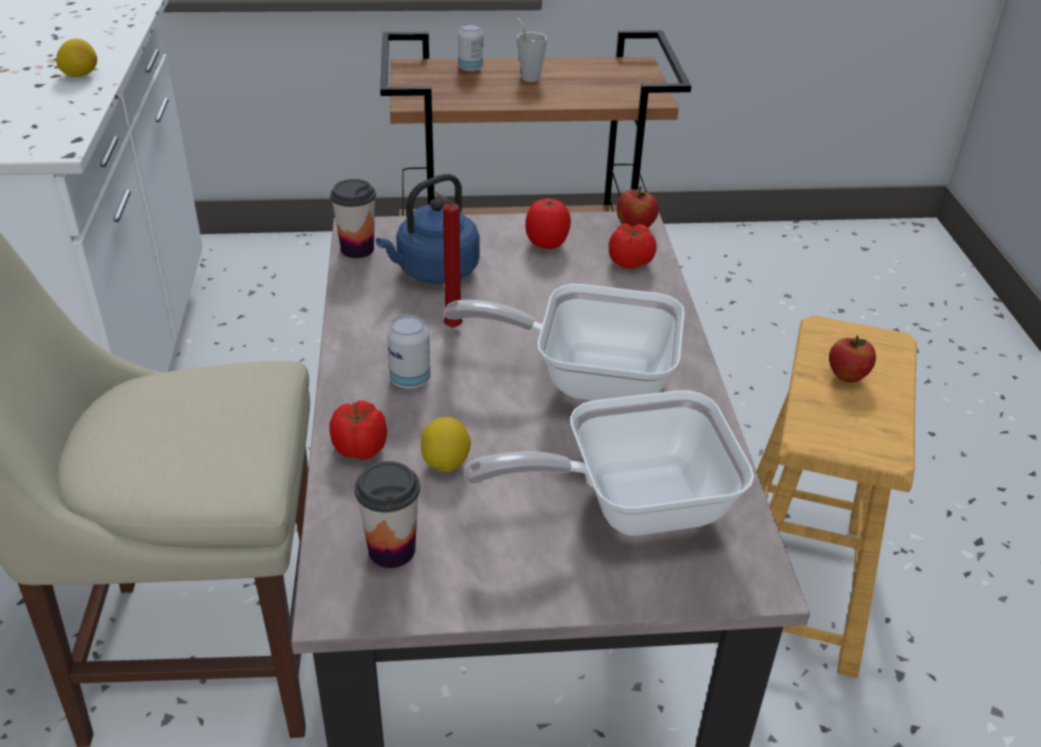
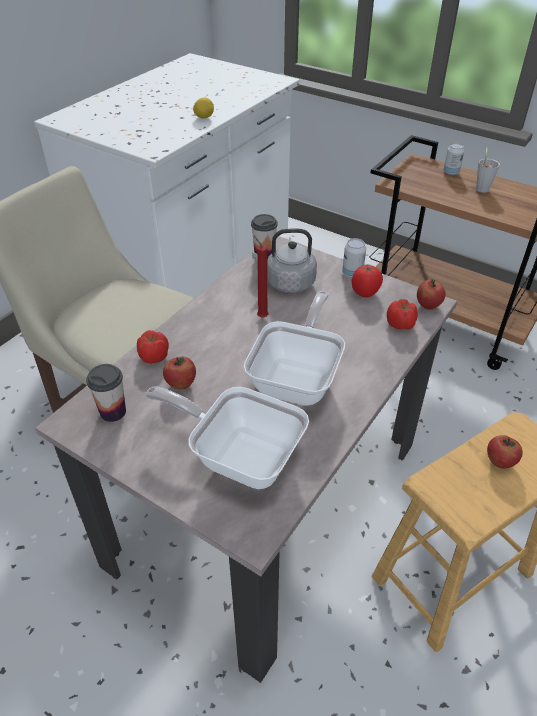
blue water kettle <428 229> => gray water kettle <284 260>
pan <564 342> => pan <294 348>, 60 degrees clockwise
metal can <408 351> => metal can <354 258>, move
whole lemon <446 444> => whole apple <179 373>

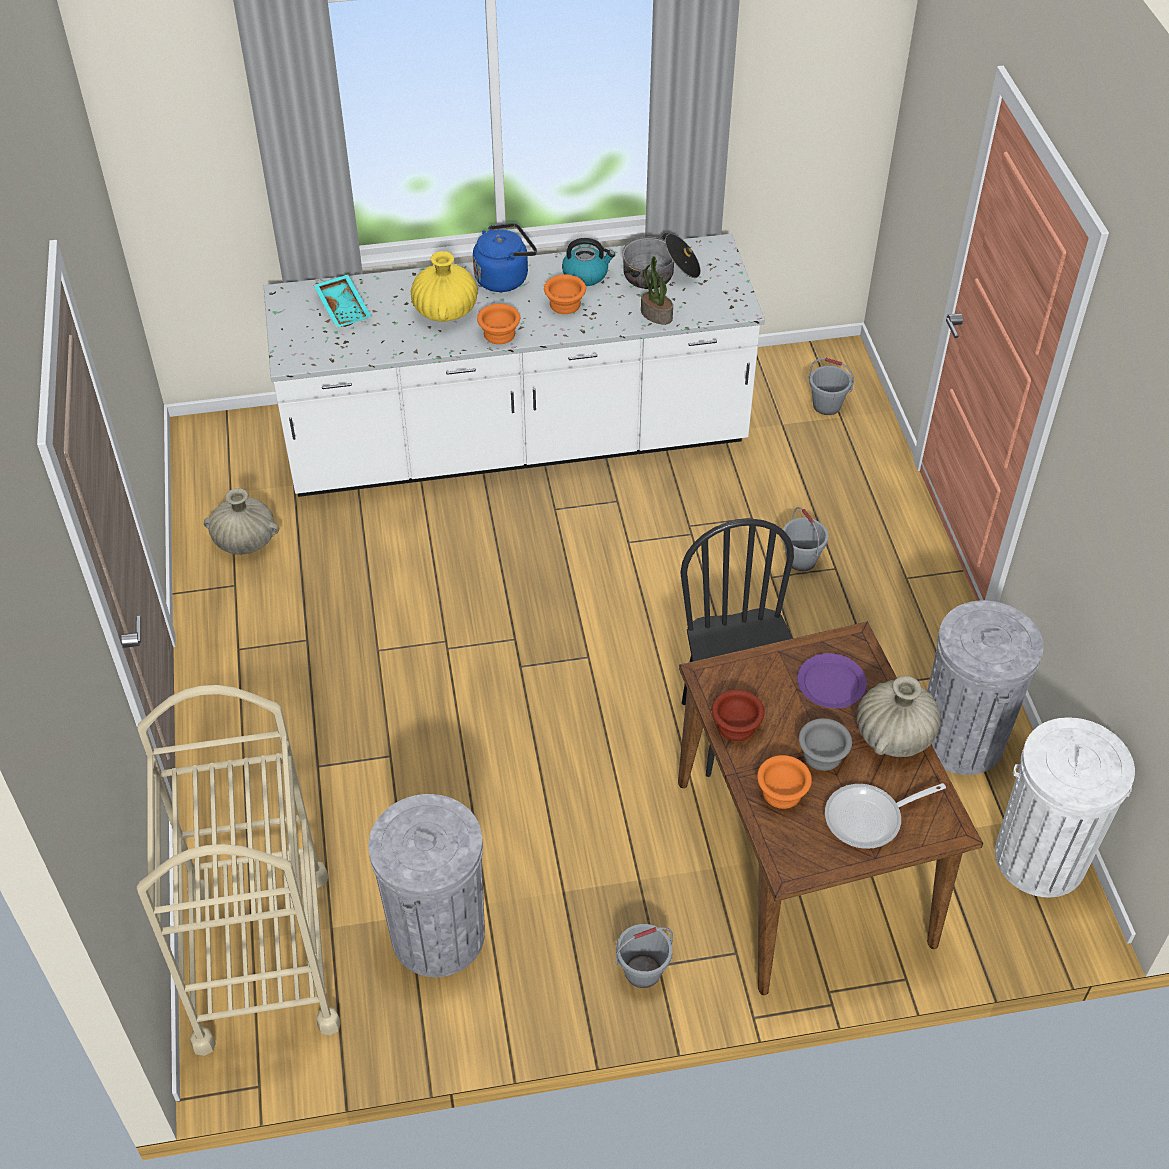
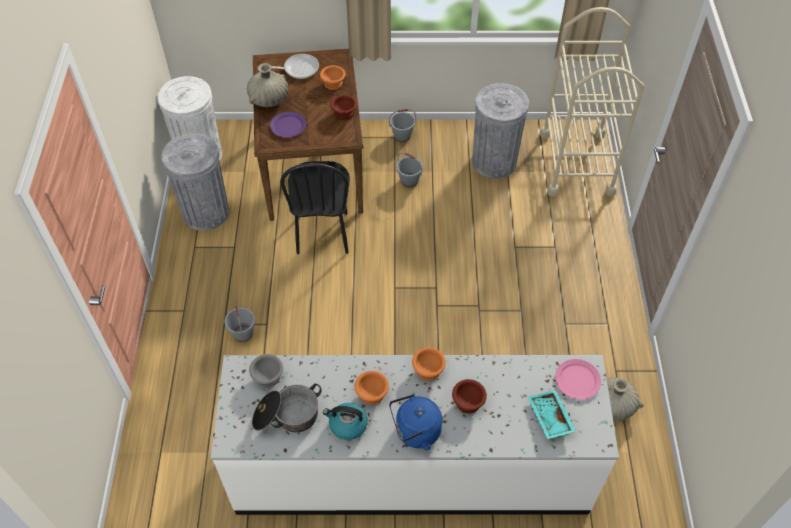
yellowish flower vase <444 286> => brown-coloured serving bowl <469 396>
plant in a pot <657 290> => nothing
gray bucket <831 386> => gray bucket <410 170>, move
gray serving bowl <825 744> => gray serving bowl <266 370>, move
nothing => pink-coloured flat dish <578 379>

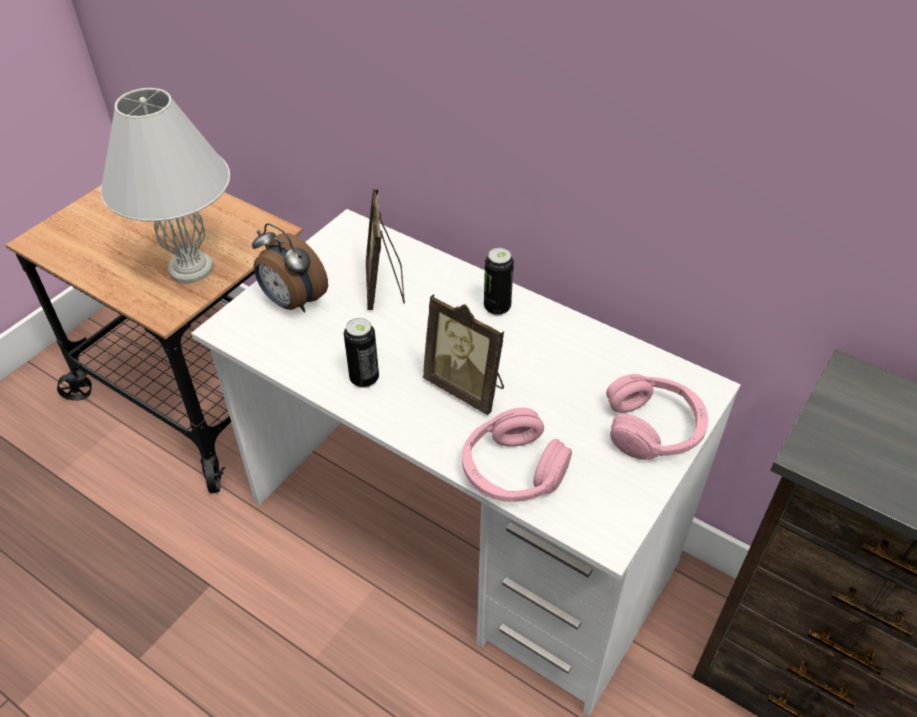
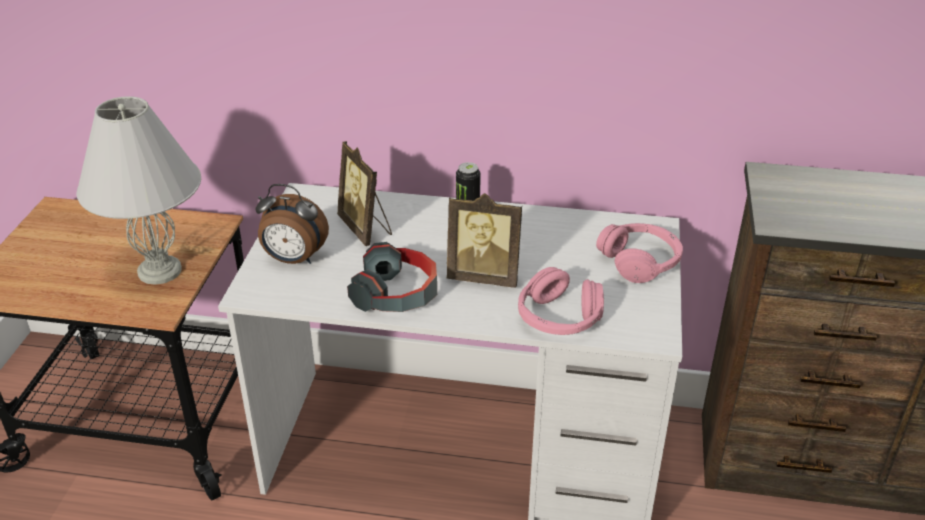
metal can <361 353> => headphones <392 277>

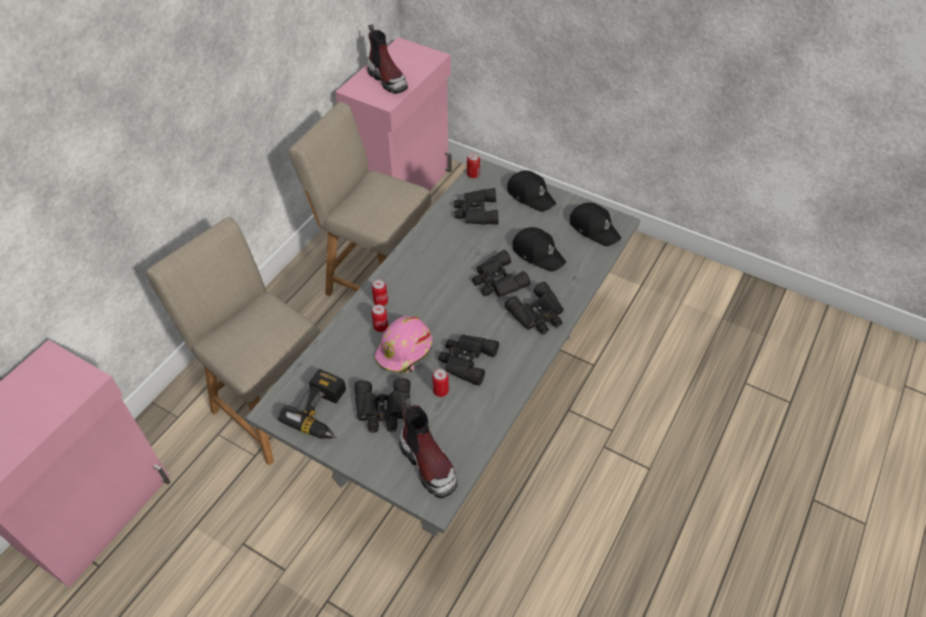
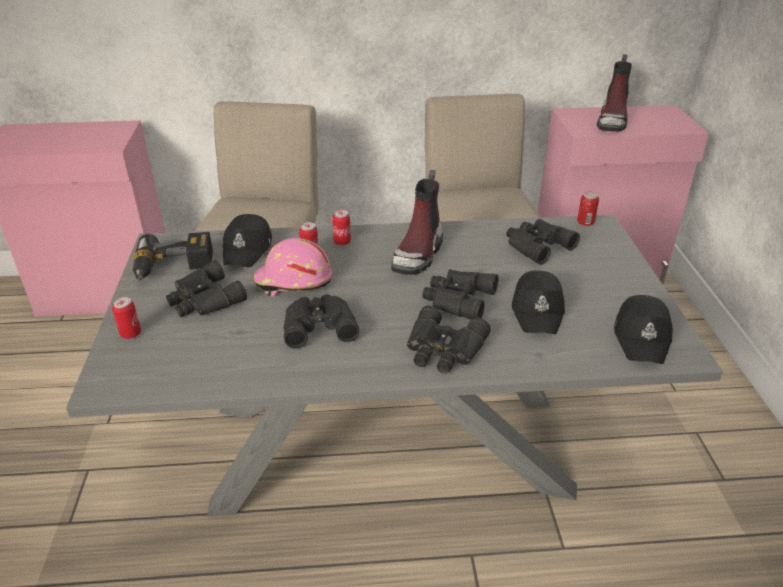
black cap <531 191> => black cap <247 240>, move
metal can <440 383> => metal can <126 318>, move
high-top boot <428 448> => high-top boot <417 222>, move

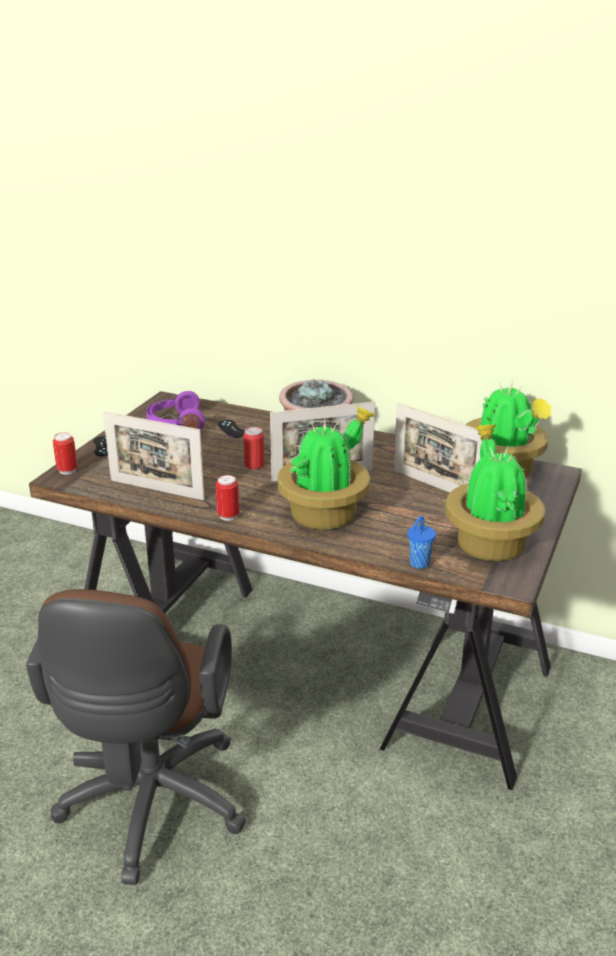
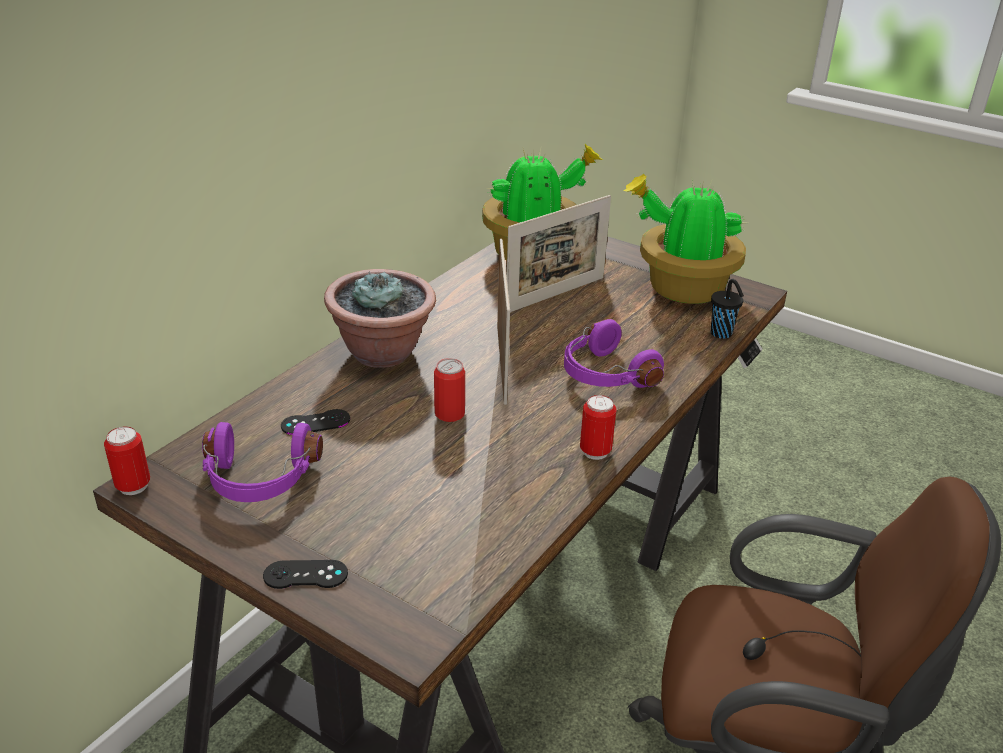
plant in a pot <325 468> => purple-coloured headphones <614 353>
photo frame <154 456> => nothing
metal can <65 453> => metal can <127 460>, move
blue small cup <422 542> => black small cup <727 309>

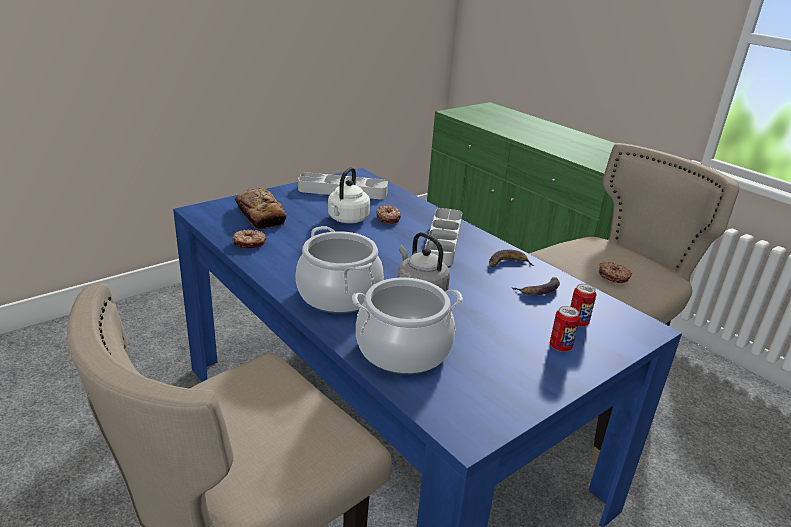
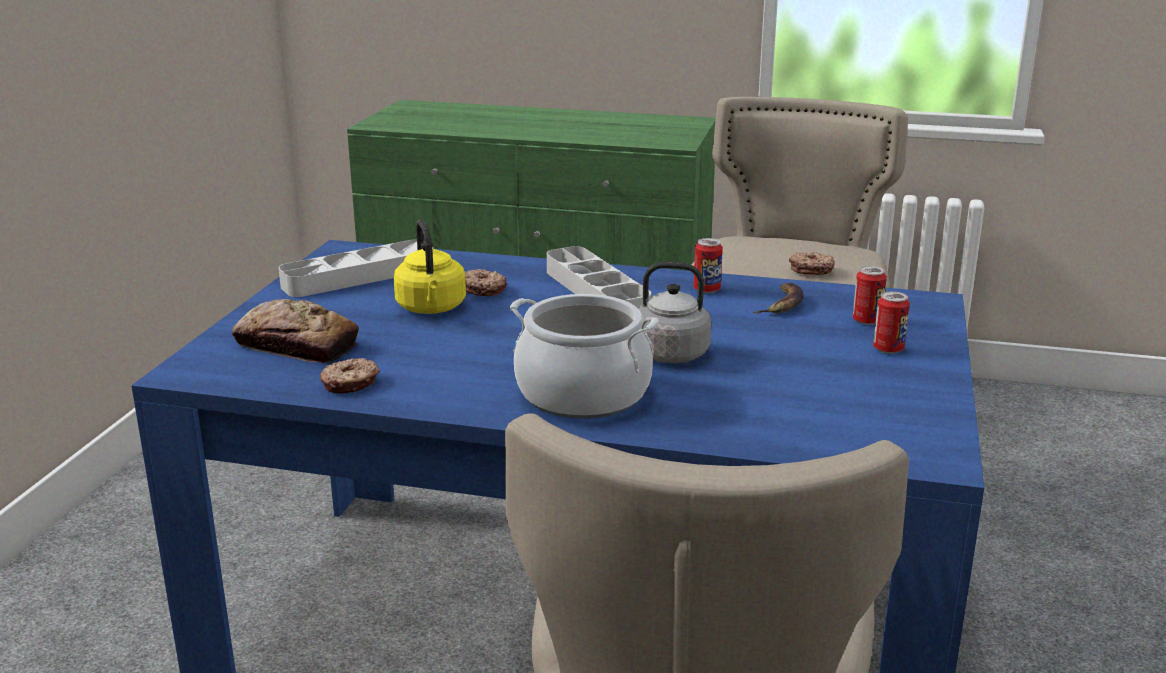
white-coloured water kettle <349 195> => yellowish water kettle <430 267>
whole banana <511 259> => metal can <708 265>
saucepot <407 325> => nothing

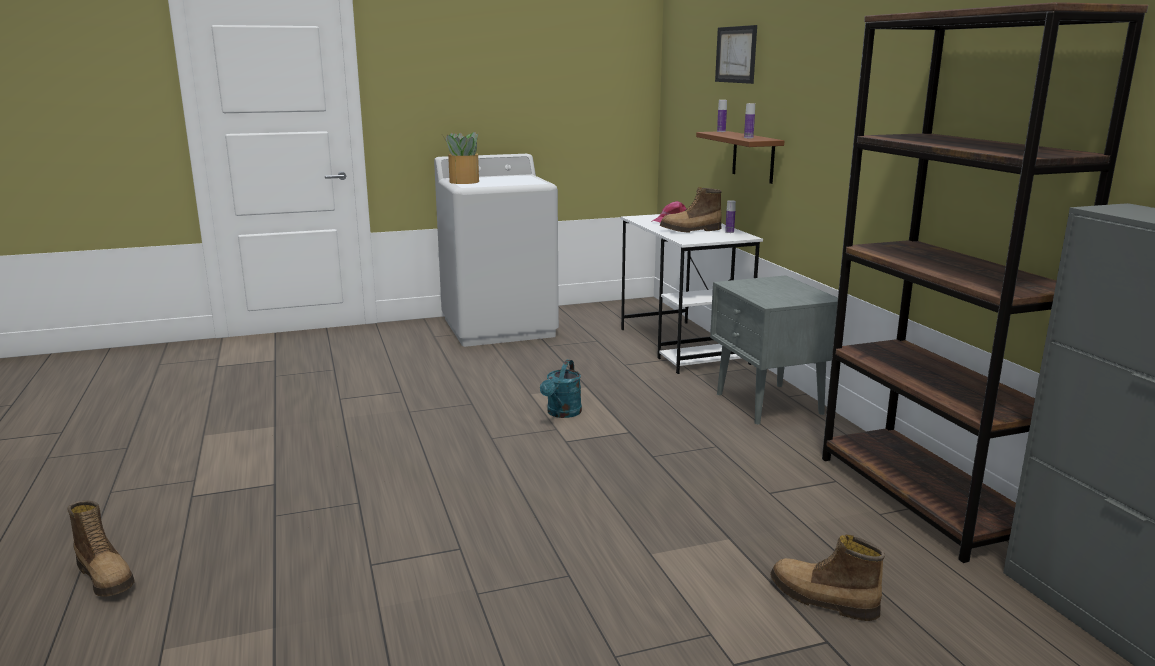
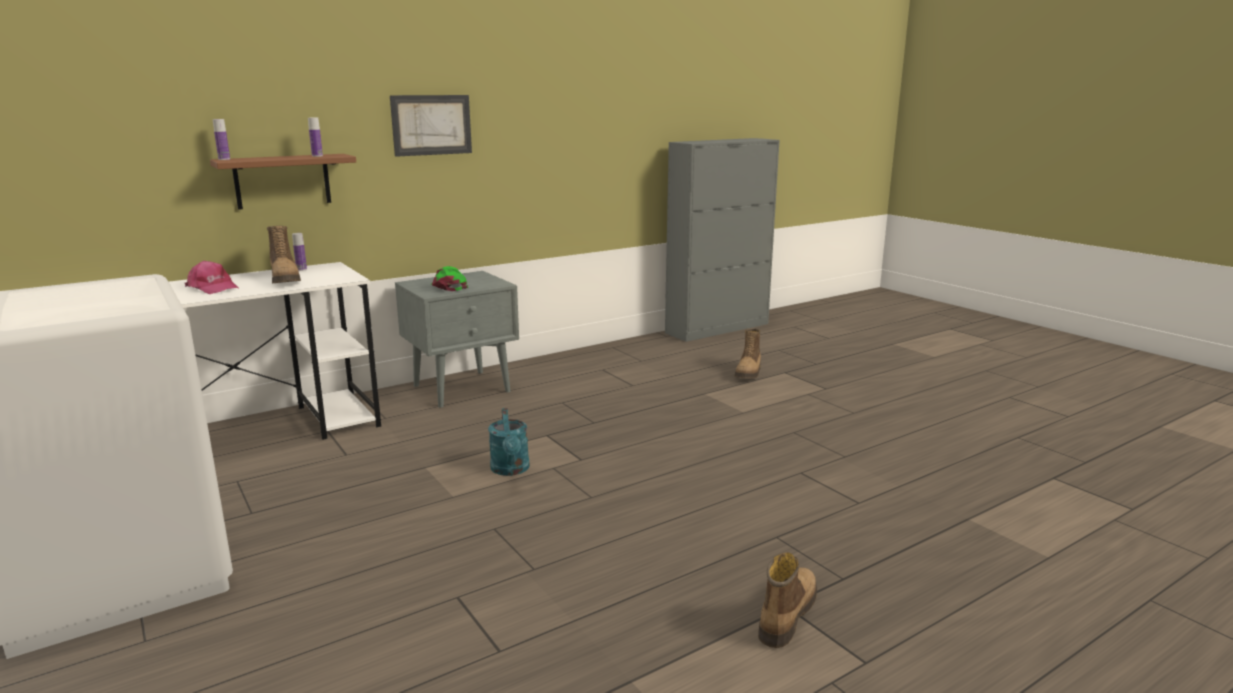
brown-coloured bookshelf <985 282> => nothing
wall picture <736 54> => wall picture <431 126>, move
plant in a pot <460 157> => nothing
blue-green sprinkling can <561 389> => blue-green sprinkling can <509 442>, 75 degrees clockwise
high-top boot <101 548> => high-top boot <787 600>, move
nothing => green-coloured cap <449 278>

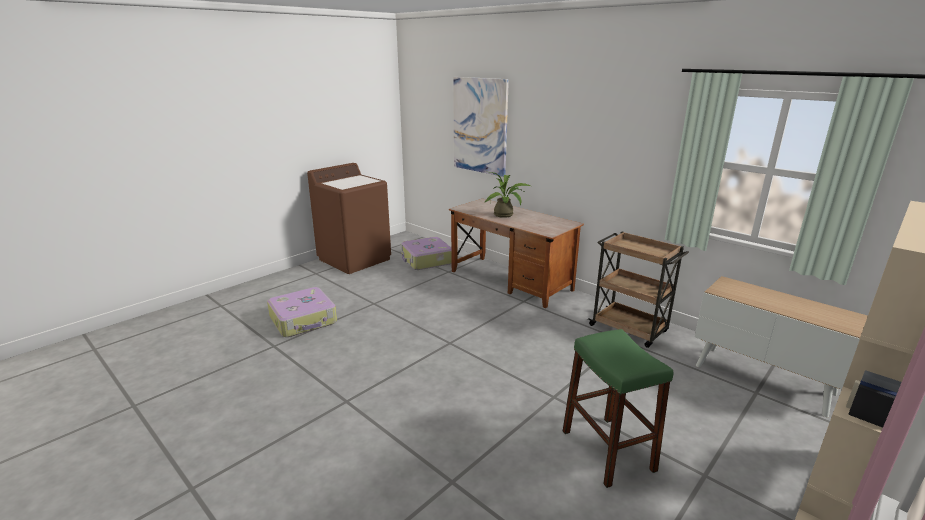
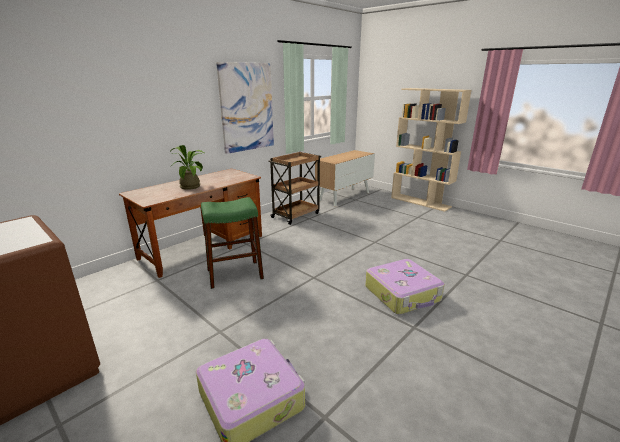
wall picture <481 127> => wall picture <245 108>, move
travel case <426 253> => travel case <405 286>, move
green-coloured stool seat <618 408> => green-coloured stool seat <232 243>, move

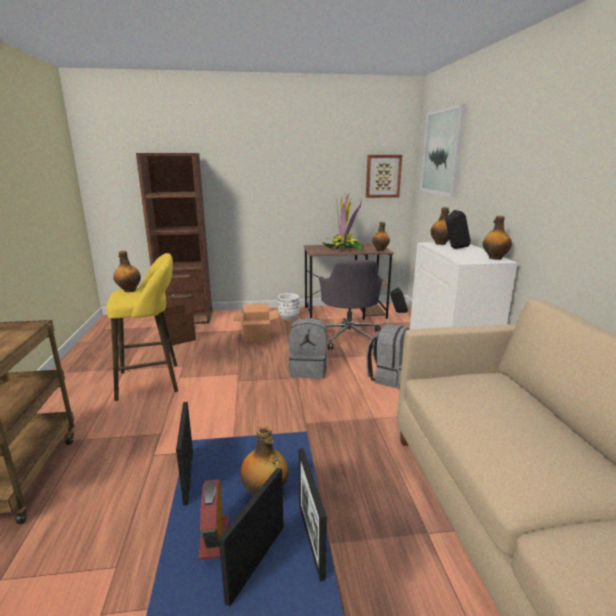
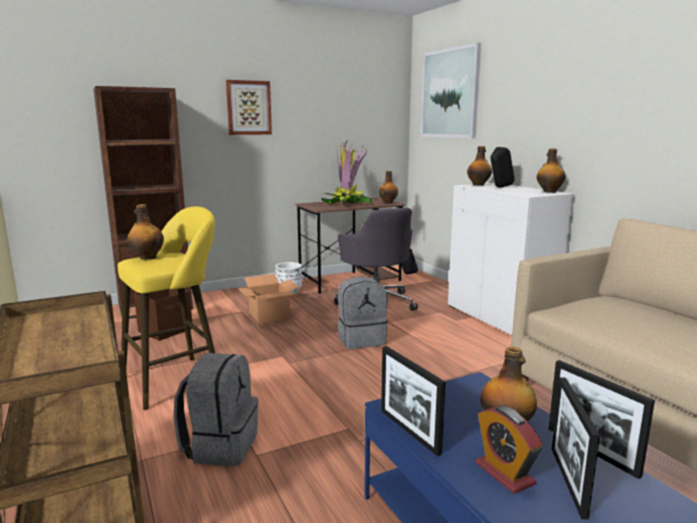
wall picture <384 176> => wall picture <249 107>, move
gray backpack <388 356> => gray backpack <216 409>, move

